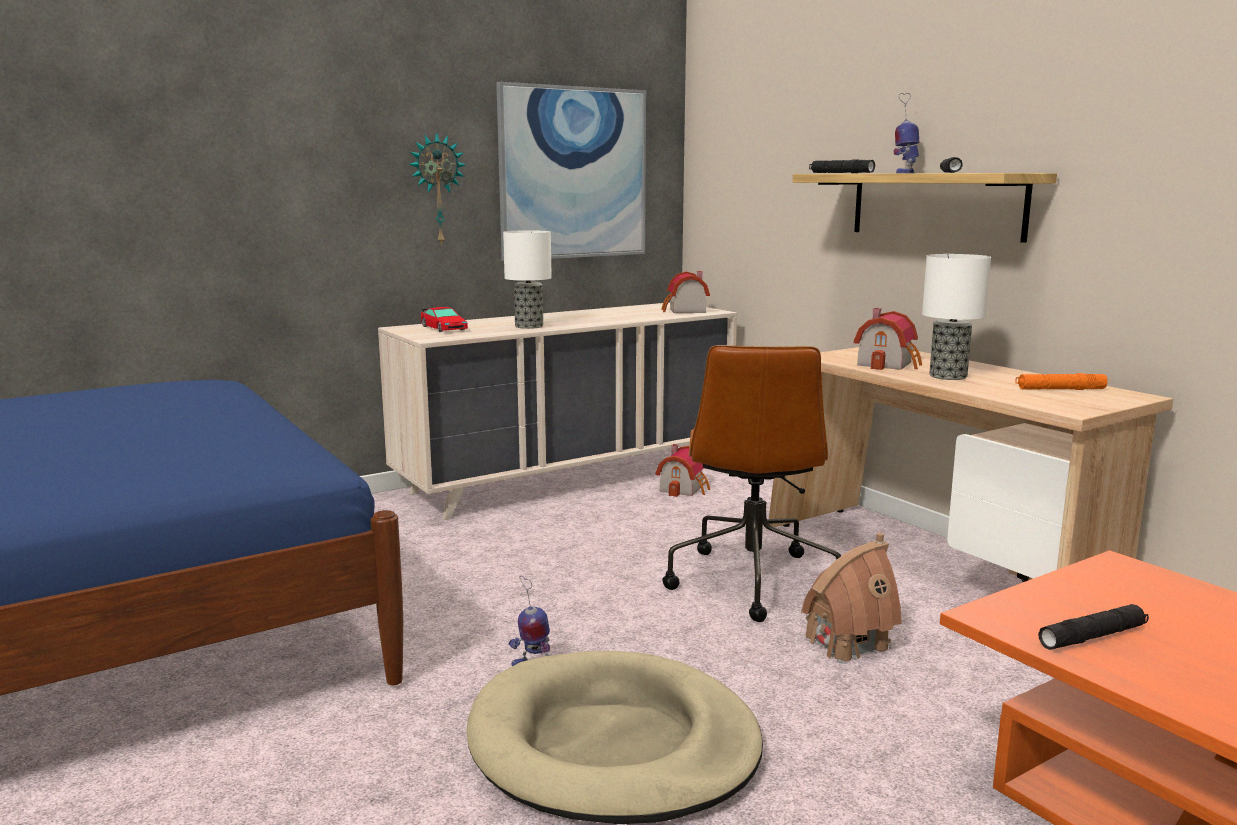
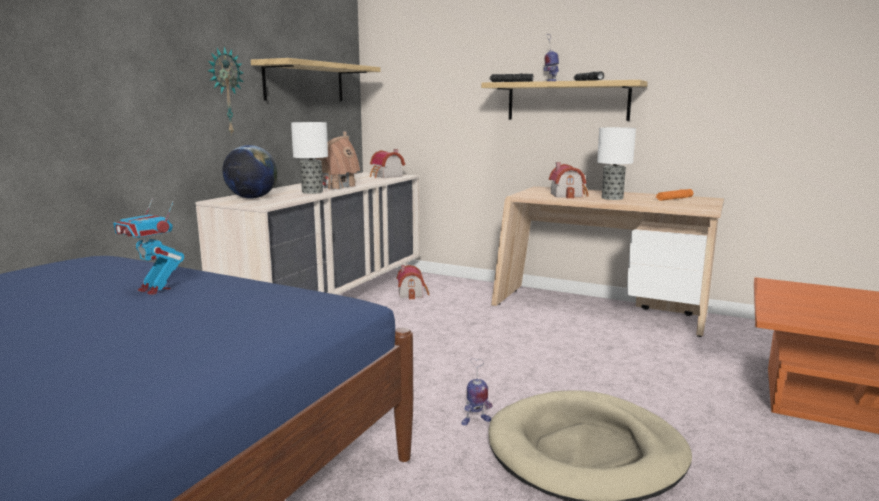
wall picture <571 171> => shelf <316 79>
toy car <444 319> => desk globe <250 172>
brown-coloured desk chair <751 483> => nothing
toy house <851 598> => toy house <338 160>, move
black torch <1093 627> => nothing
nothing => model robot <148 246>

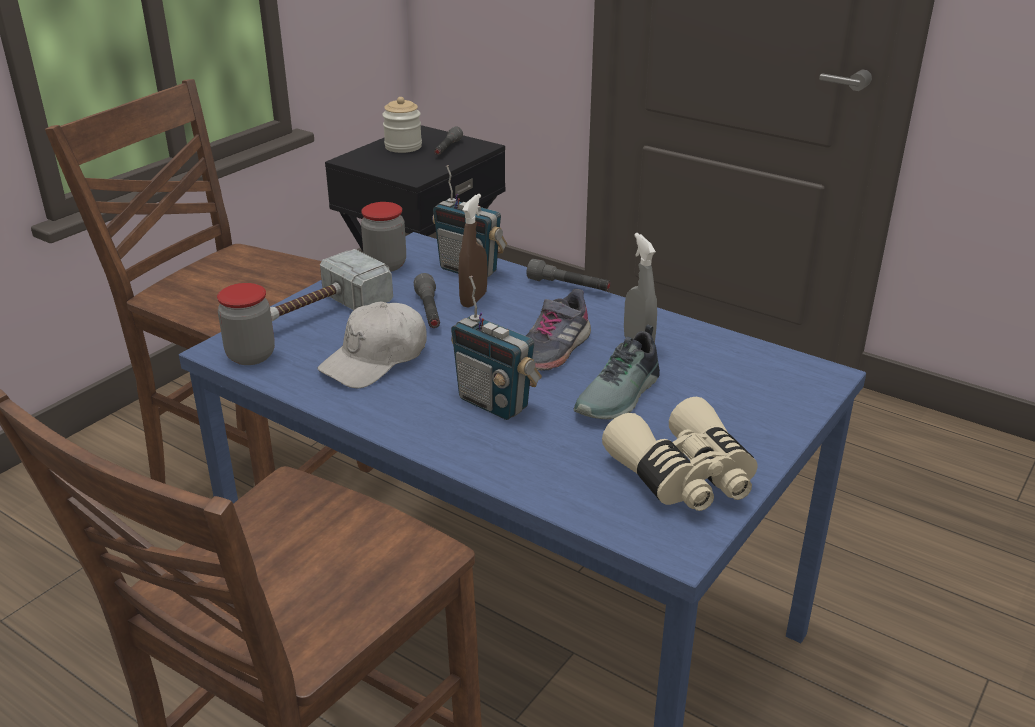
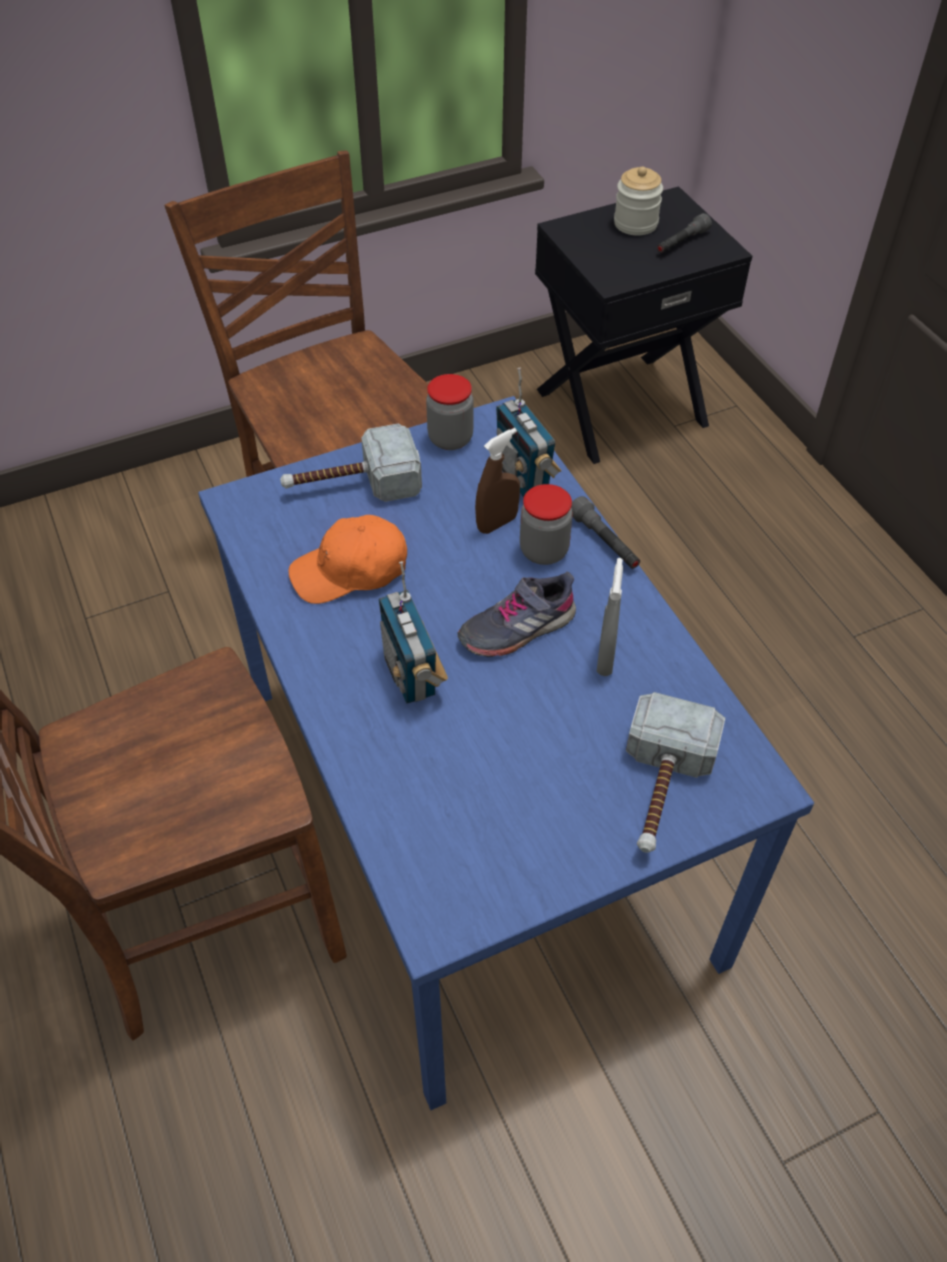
gray torch <427 300> => nothing
jar <246 324> => jar <546 524>, move
white-coloured cap <372 345> => orange cap <347 559>
item of footwear <617 371> => nothing
beige field glasses <680 454> => nothing
nothing => hammer <675 772>

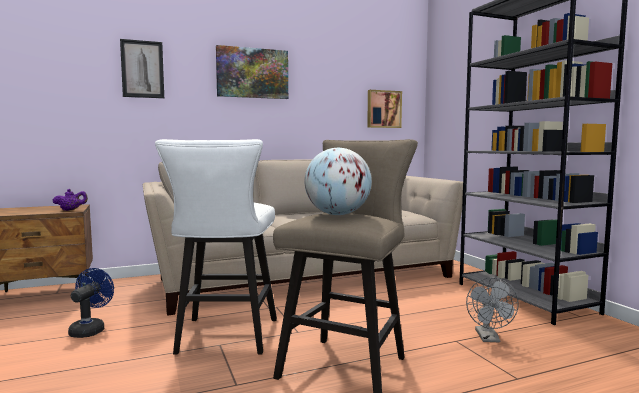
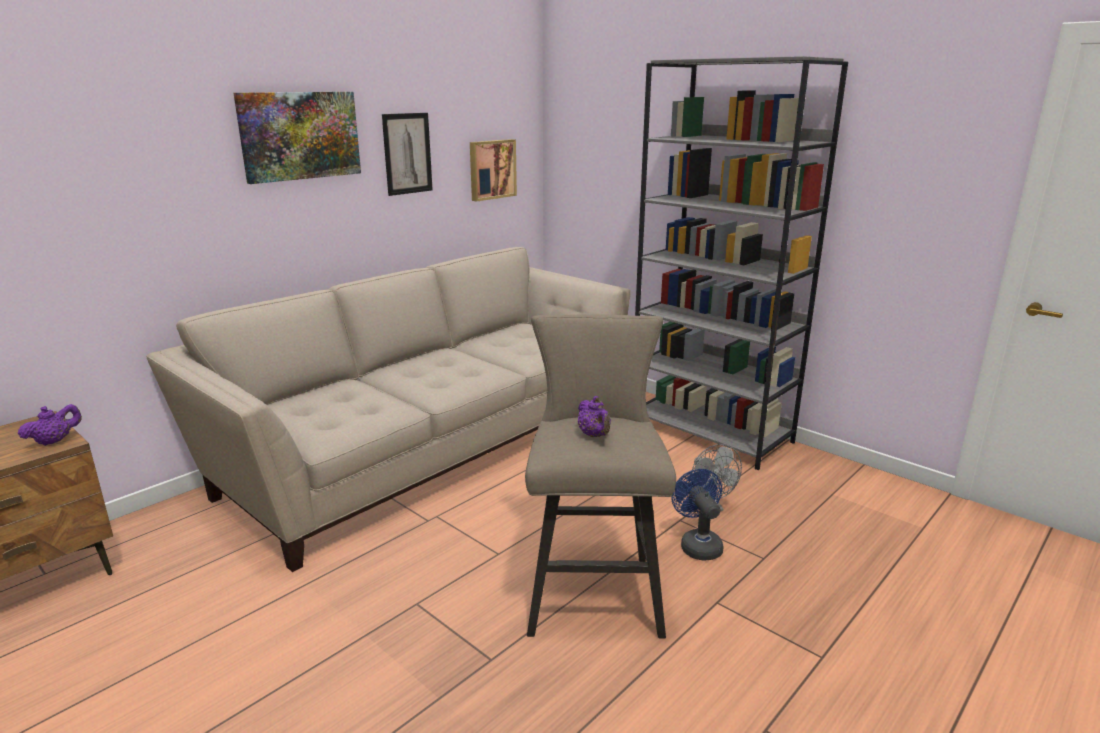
wall picture <142 68> => wall picture <407 154>, move
white-coloured stool seat <216 247> => nothing
desk globe <338 181> => purple-coloured teapot <594 416>
blue fan <91 303> => blue fan <697 515>, move

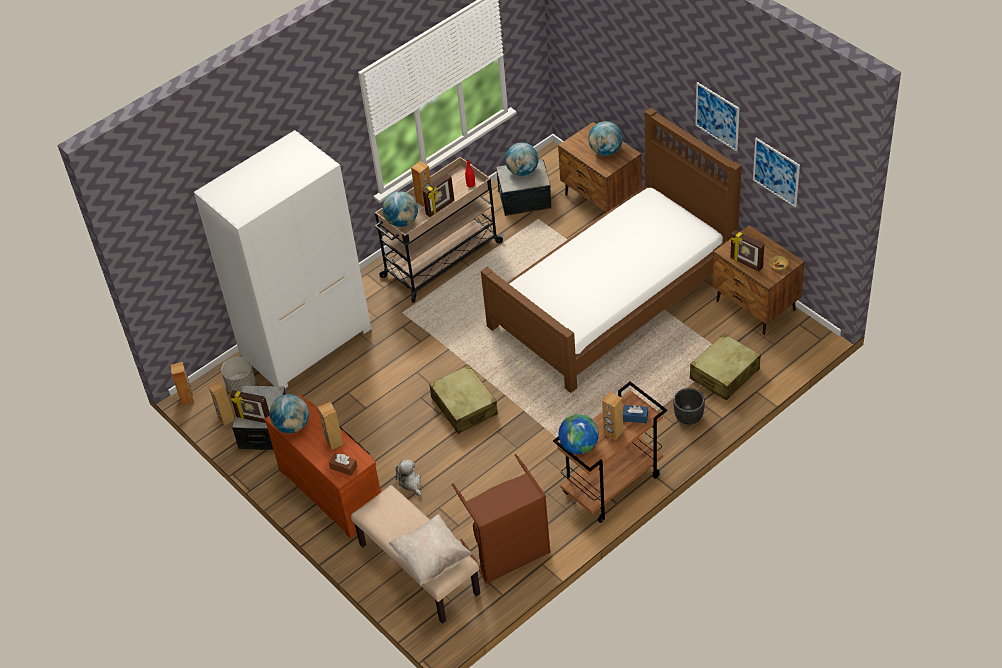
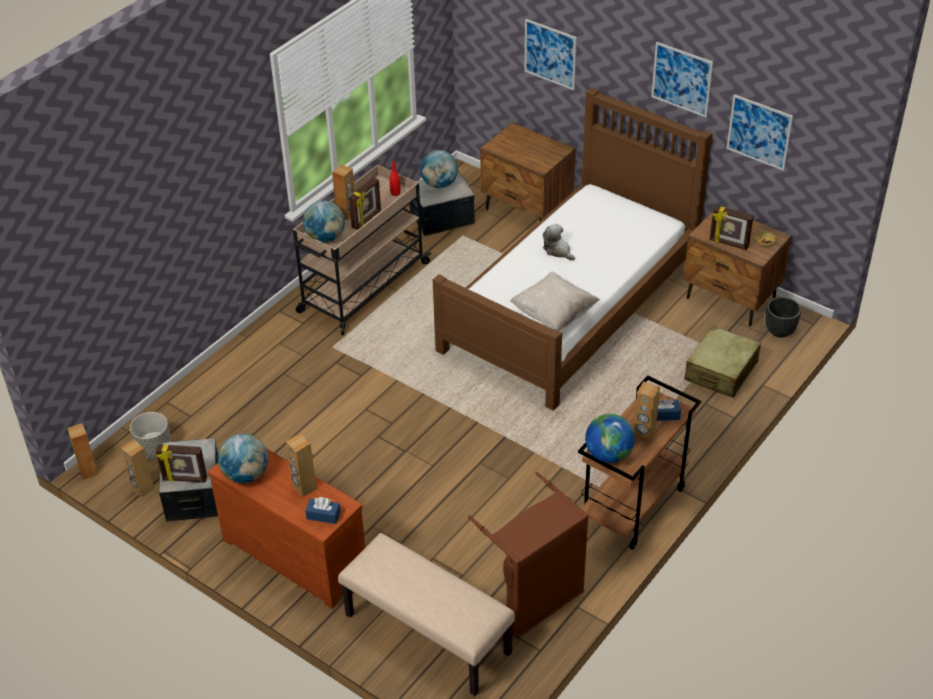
desk globe <605 138> => nothing
white-coloured wardrobe <282 259> => nothing
beige travel case <463 399> => nothing
black plant pot <689 406> => black plant pot <783 317>, move
brown-coloured box of tissues <343 464> => blue box of tissues <323 510>
plush toy <408 478> => plush toy <559 242>, move
beige pillow <430 550> => beige pillow <554 301>, move
nothing => wall picture <550 54>

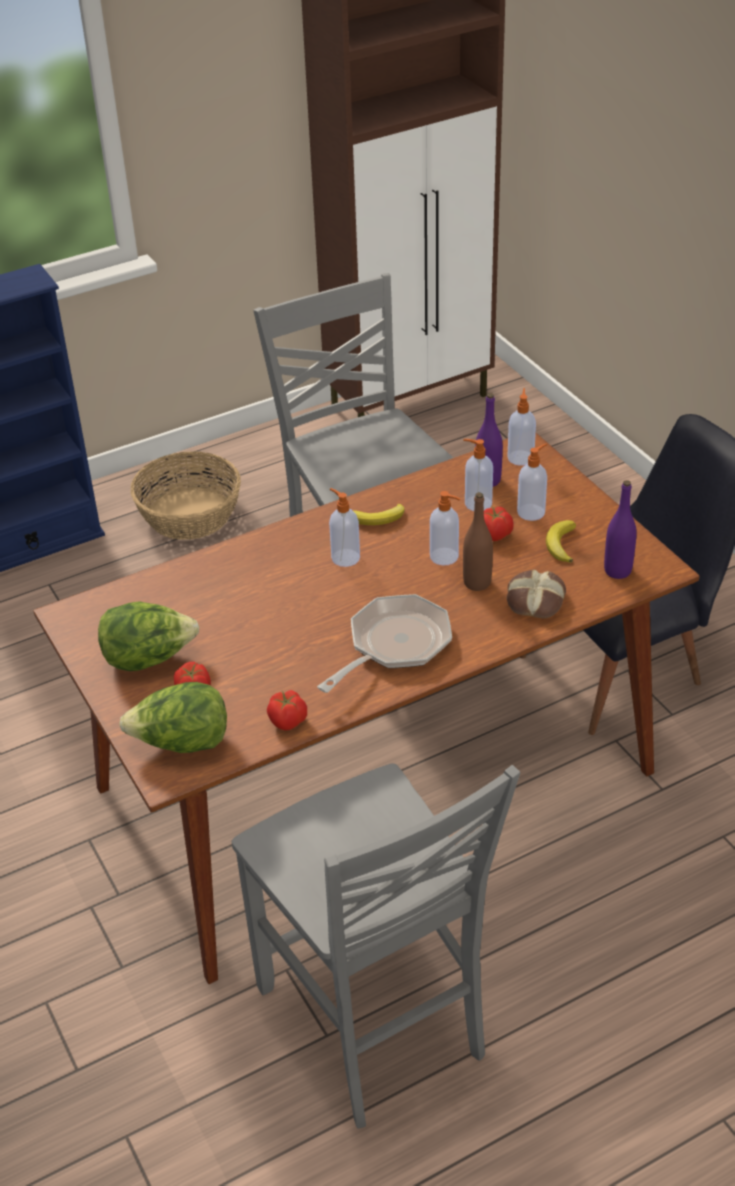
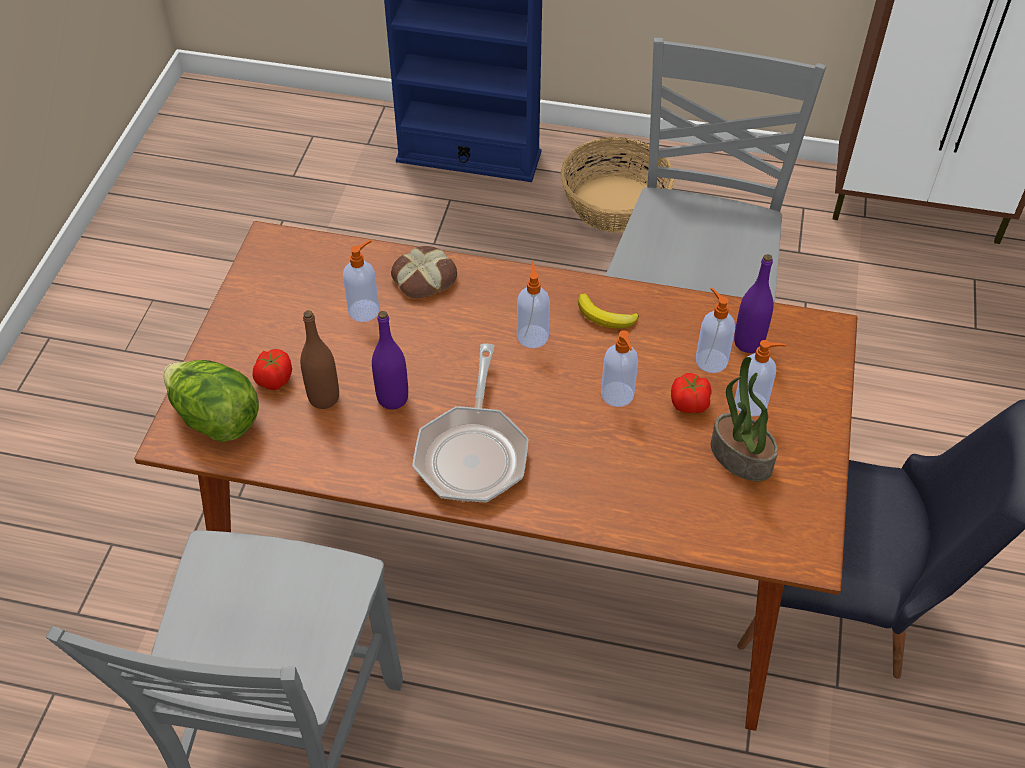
soap bottle <521 427> => soap bottle <361 281>, move
purple-coloured beverage bottle <620 529> => purple-coloured beverage bottle <390 360>, move
brown-coloured beverage bottle <478 541> => brown-coloured beverage bottle <319 359>, move
whole banana <561 541> => plant in a pot <744 419>
baked bread <536 594> => baked bread <424 272>, move
pan <384 643> => pan <470 423>, 105 degrees clockwise
head of lettuce <149 636> => nothing
fresh tomato <287 710> => nothing

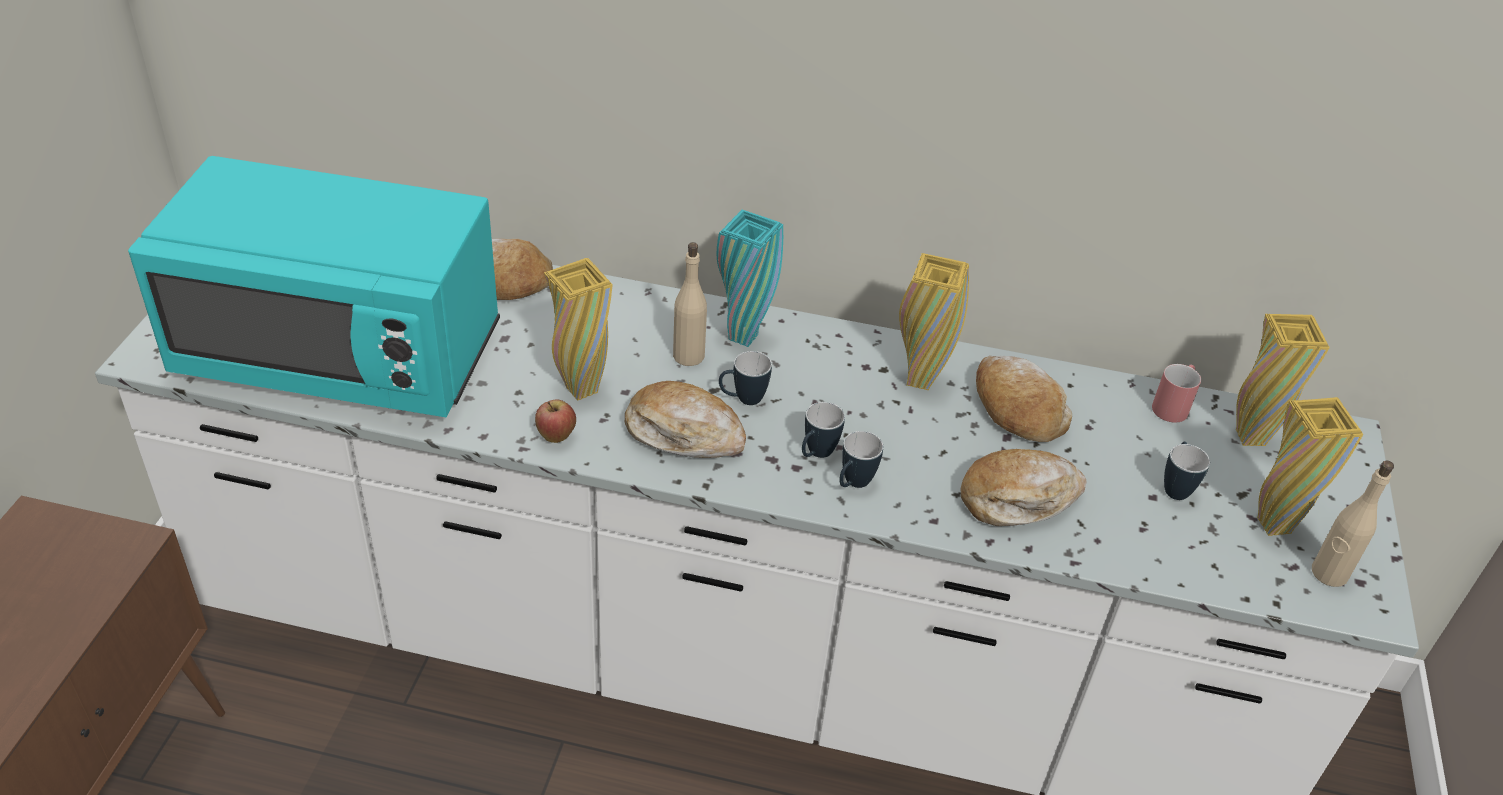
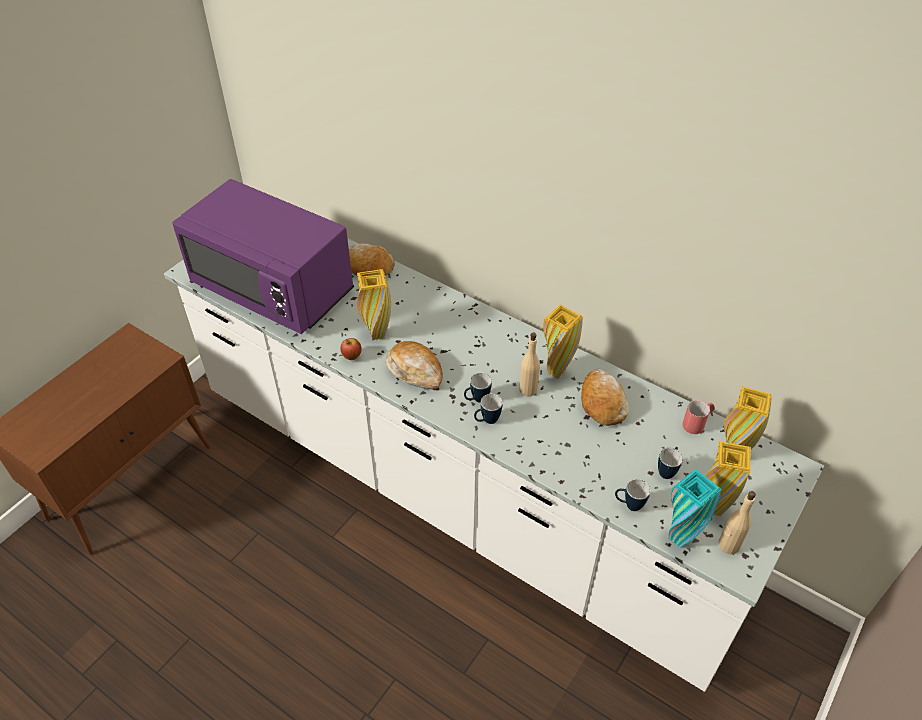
blue-green kitchen microwave <314 286> => purple-coloured kitchen microwave <263 256>
blue-green flower vase <750 278> => blue-green flower vase <695 508>, move
beige beverage bottle <690 304> => beige beverage bottle <529 364>, move
tea mug <745 378> => tea mug <633 495>, move
baked bread <1024 487> => nothing

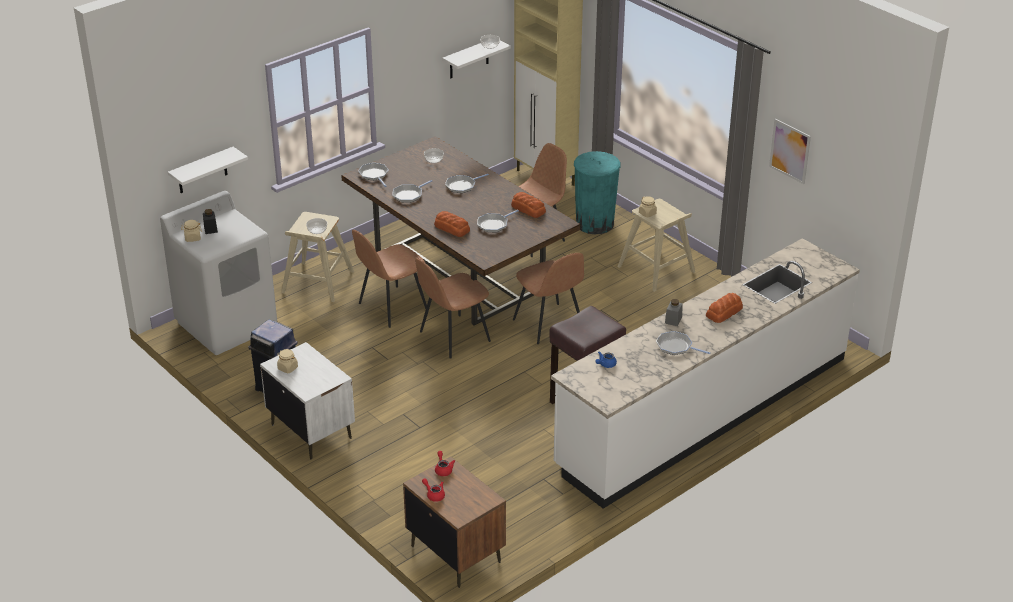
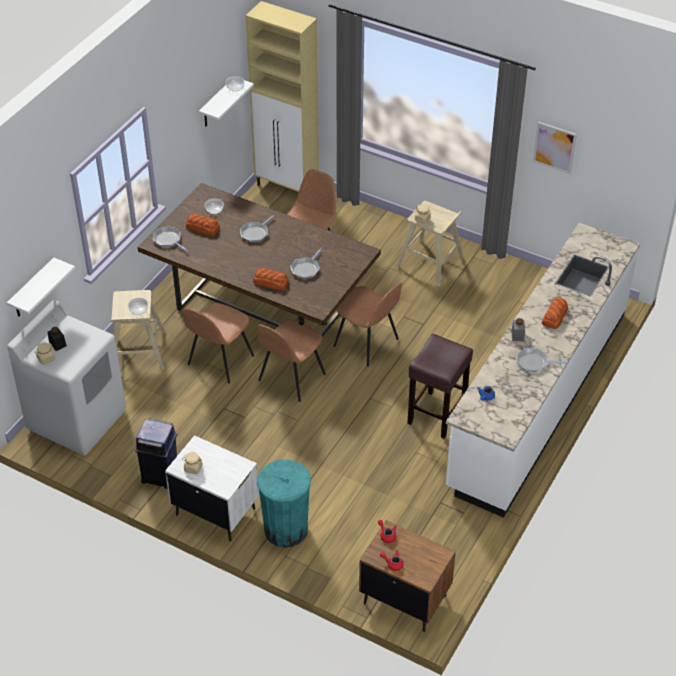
blue-green rubbish bin <597 192> => blue-green rubbish bin <284 503>, move
pan <412 191> => nothing
baked bread <528 205> => baked bread <203 224>, move

